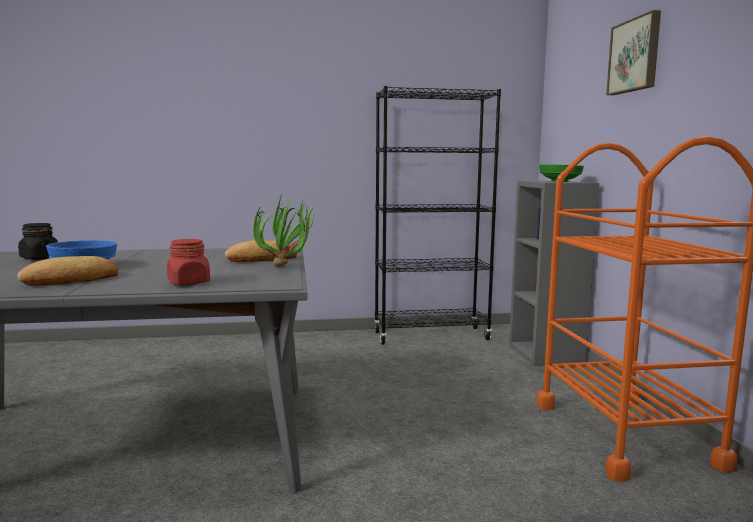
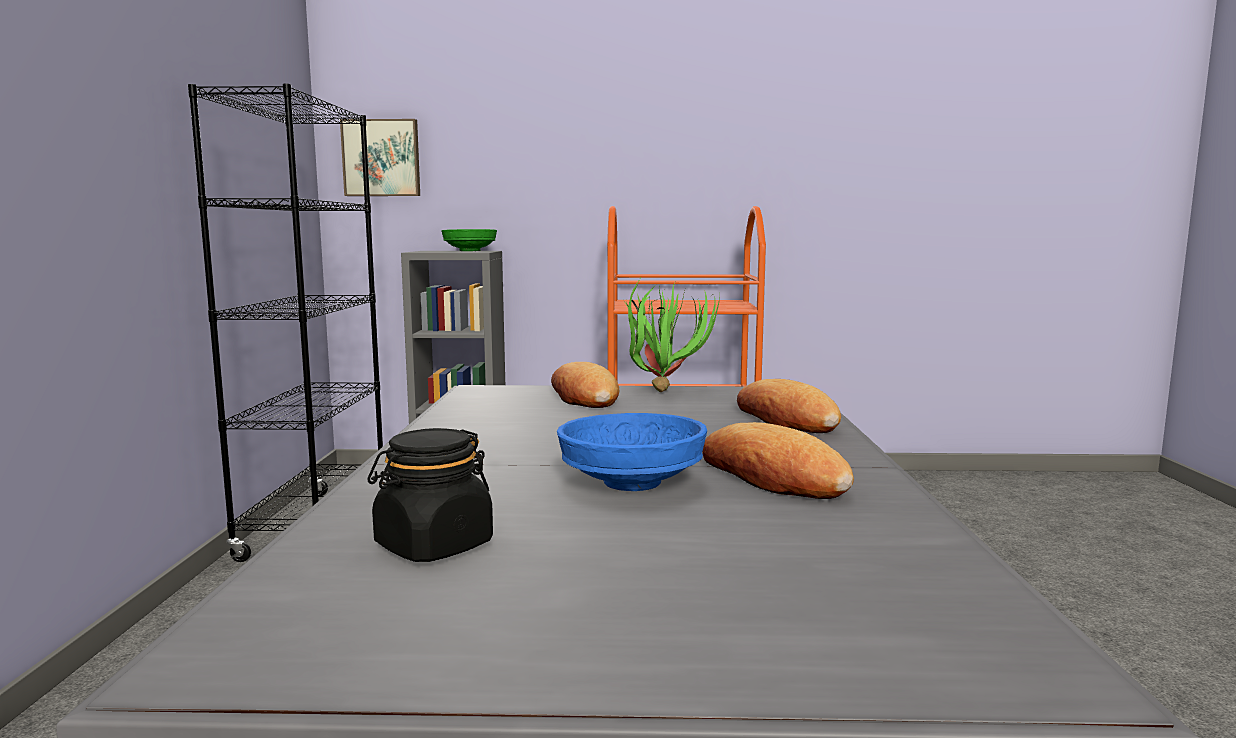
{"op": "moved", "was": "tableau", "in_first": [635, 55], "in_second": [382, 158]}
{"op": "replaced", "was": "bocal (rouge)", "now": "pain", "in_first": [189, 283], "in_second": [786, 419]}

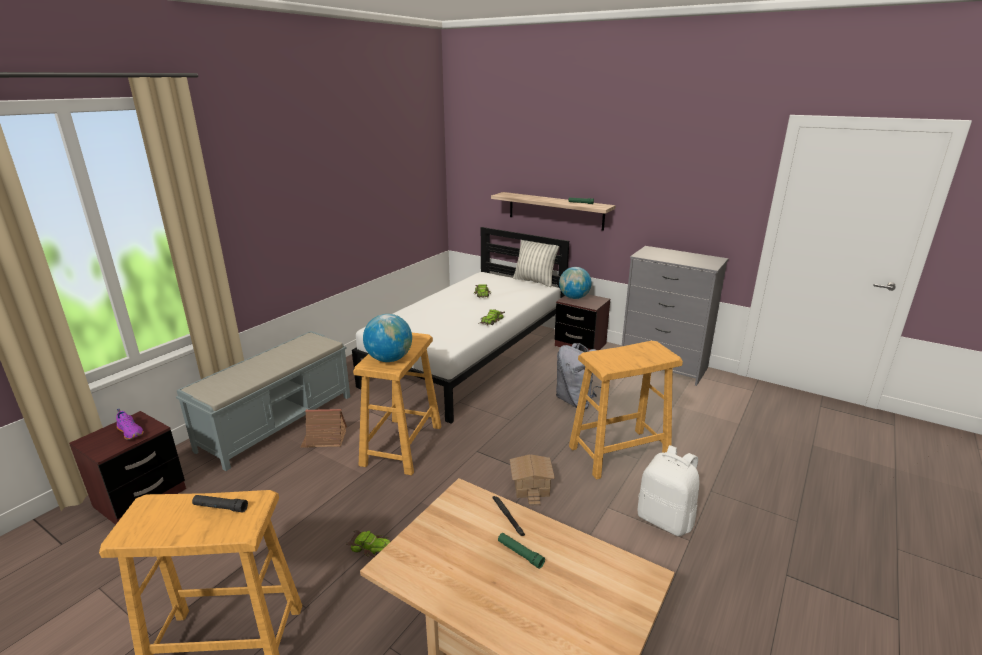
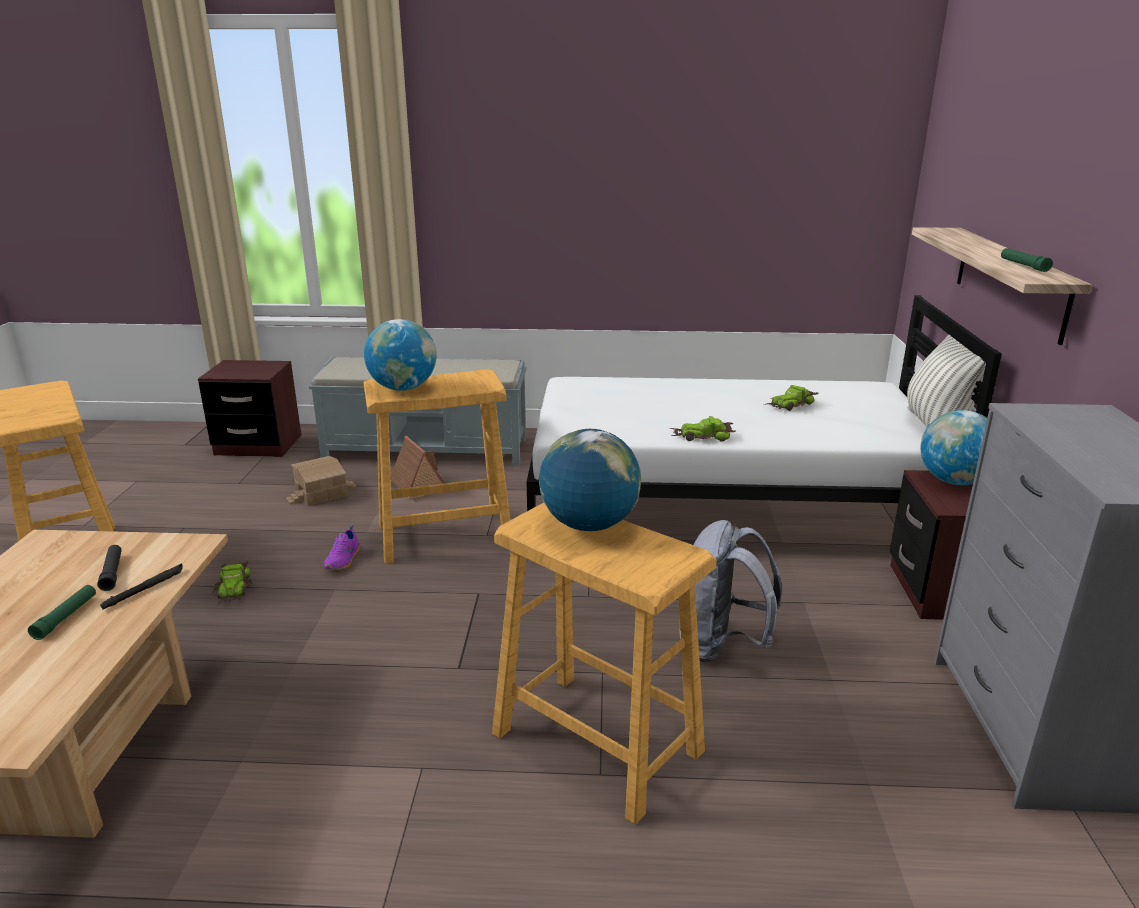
{"op": "moved", "was": "chaussure (violet)", "in_first": [131, 432], "in_second": [343, 560]}
{"op": "removed", "was": "sac à dos (blanc)", "in_first": [665, 519]}
{"op": "moved", "was": "maison miniature", "in_first": [532, 486], "in_second": [322, 493]}
{"op": "moved", "was": "lampe de poche (noir)", "in_first": [220, 507], "in_second": [112, 573]}
{"op": "added", "now": "globe", "in_second": [589, 525]}

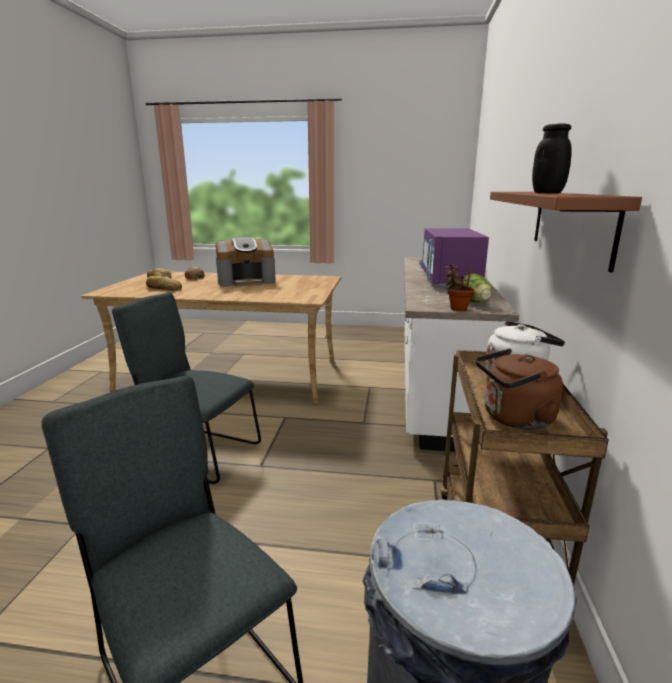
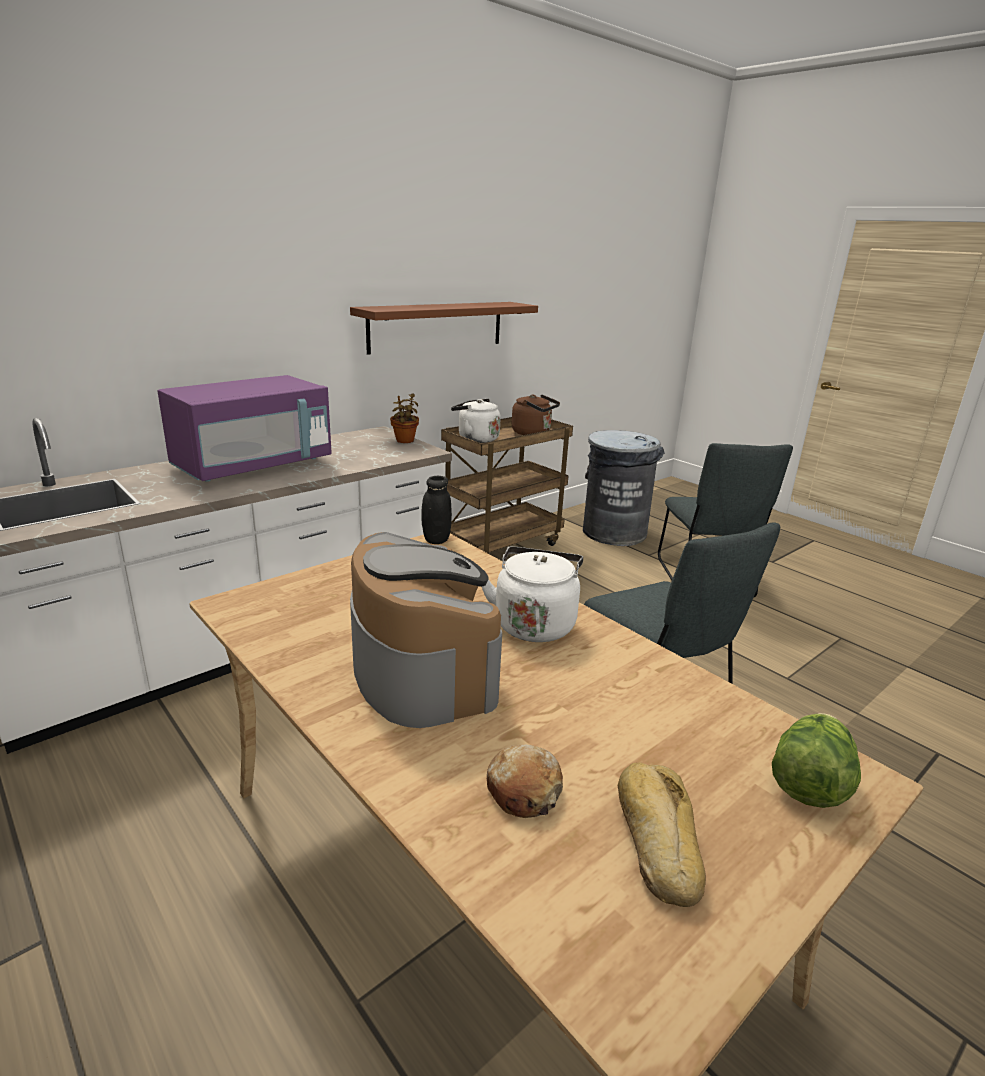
{"op": "moved", "was": "bocal (noir)", "in_first": [547, 193], "in_second": [436, 539]}
{"op": "turned", "was": "machine à café", "in_first": [246, 281], "in_second": [421, 670], "clockwise": 45}
{"op": "moved", "was": "laitue", "in_first": [475, 303], "in_second": [808, 782]}
{"op": "removed", "was": "pain", "in_first": [163, 288]}
{"op": "added", "now": "bouilloire (blanc)", "in_second": [534, 623]}

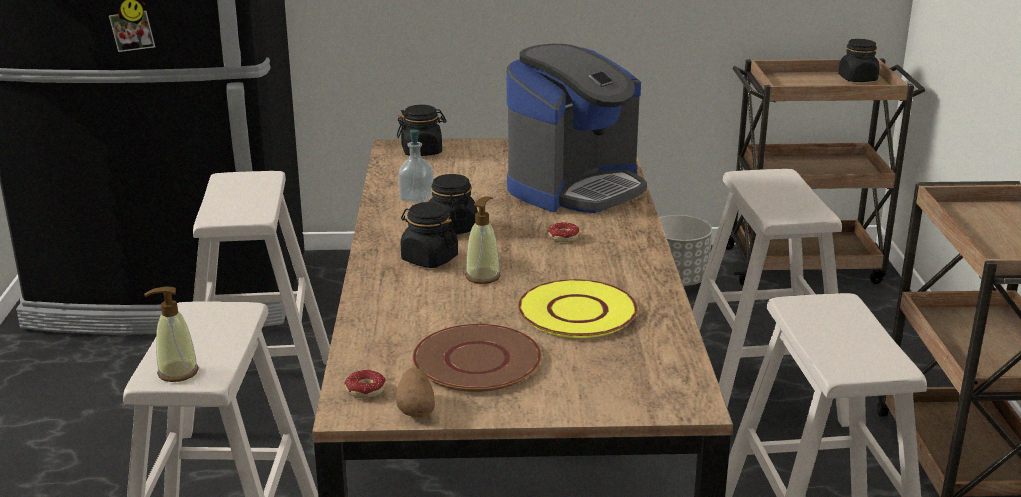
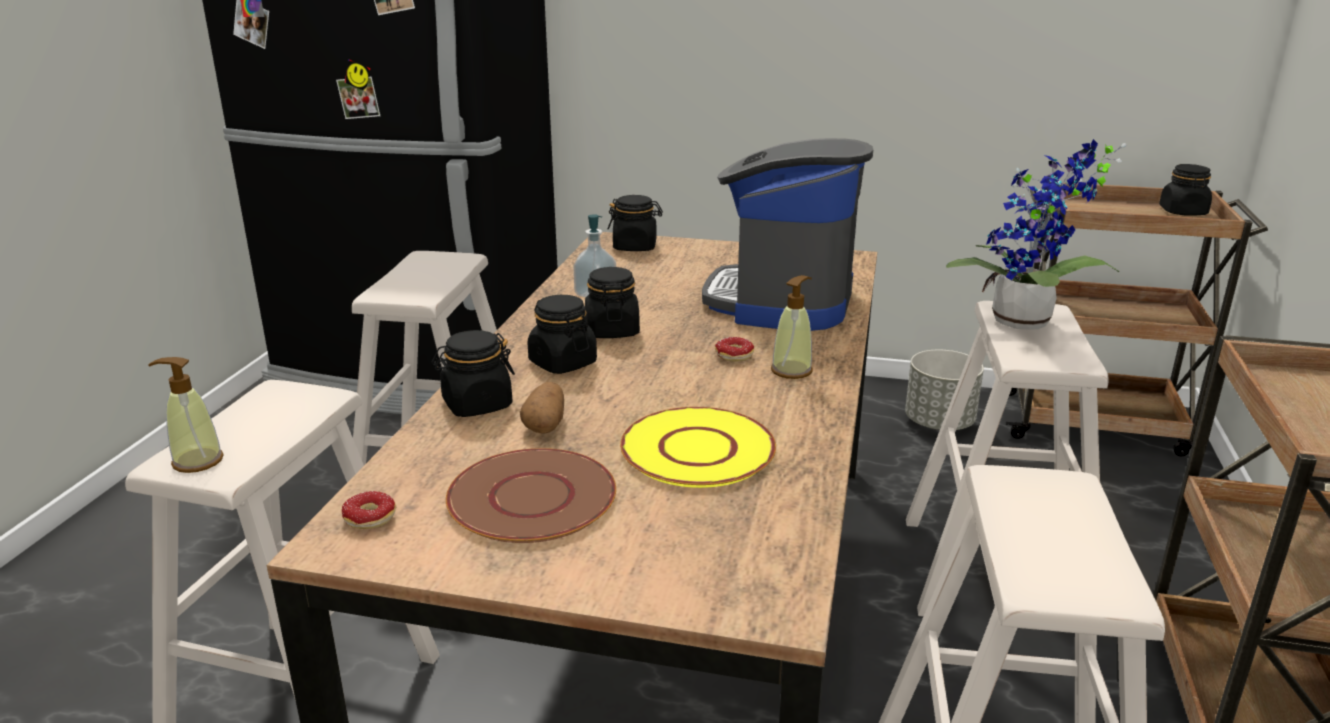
{"op": "turned", "was": "machine à café", "in_first": [576, 188], "in_second": [782, 301], "clockwise": 135}
{"op": "moved", "was": "distributeur de savon", "in_first": [483, 276], "in_second": [791, 370]}
{"op": "moved", "was": "pomme de terre", "in_first": [416, 408], "in_second": [546, 425]}
{"op": "added", "now": "plante en pot", "in_second": [1025, 324]}
{"op": "added", "now": "bocal (noir)", "in_second": [476, 404]}

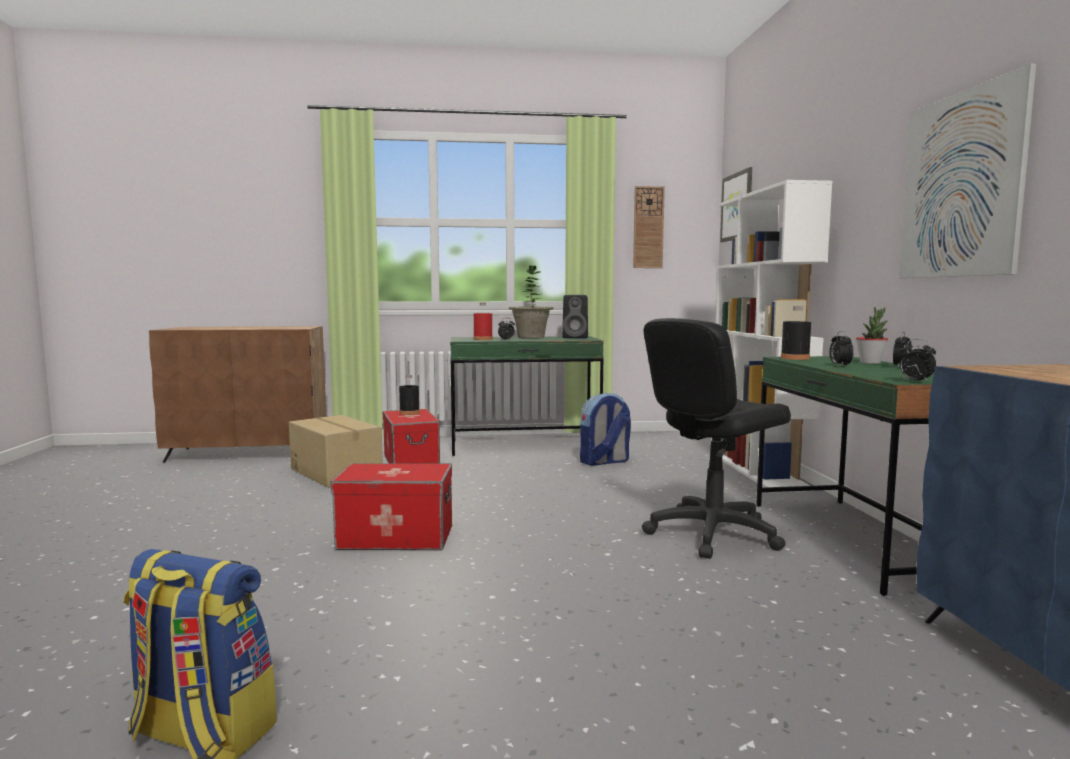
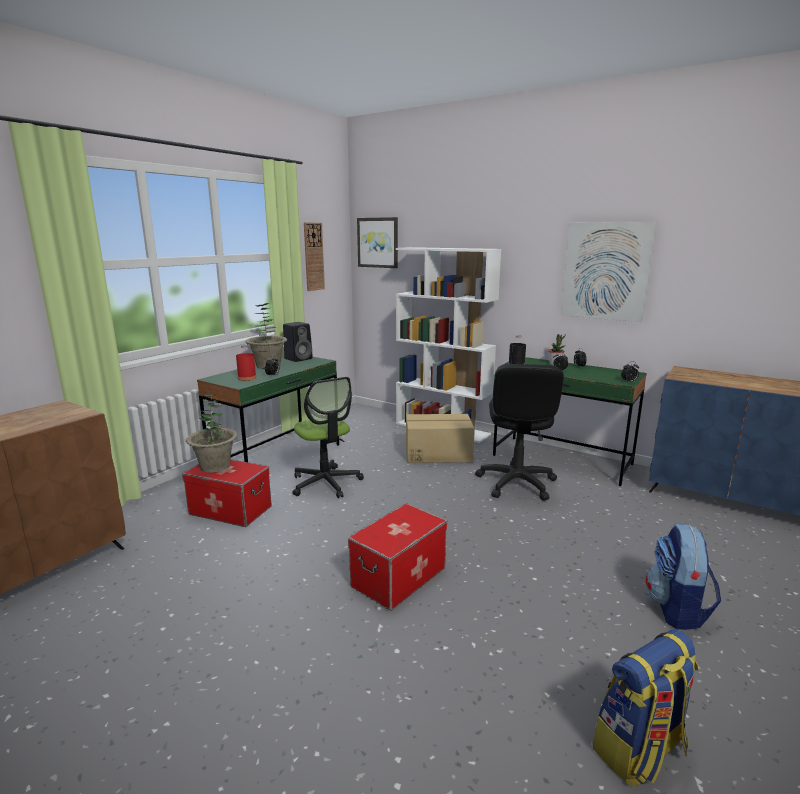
{"op": "replaced", "was": "bouteille (noir)", "now": "plante en pot", "in_first": [409, 413], "in_second": [215, 466]}
{"op": "moved", "was": "sac à dos", "in_first": [604, 462], "in_second": [677, 609]}
{"op": "moved", "was": "carton", "in_first": [337, 472], "in_second": [437, 453]}
{"op": "added", "now": "chaise de bureau", "in_second": [326, 483]}

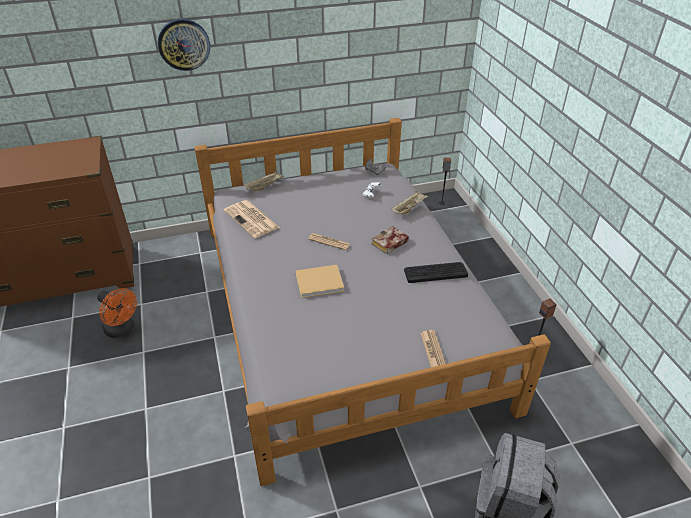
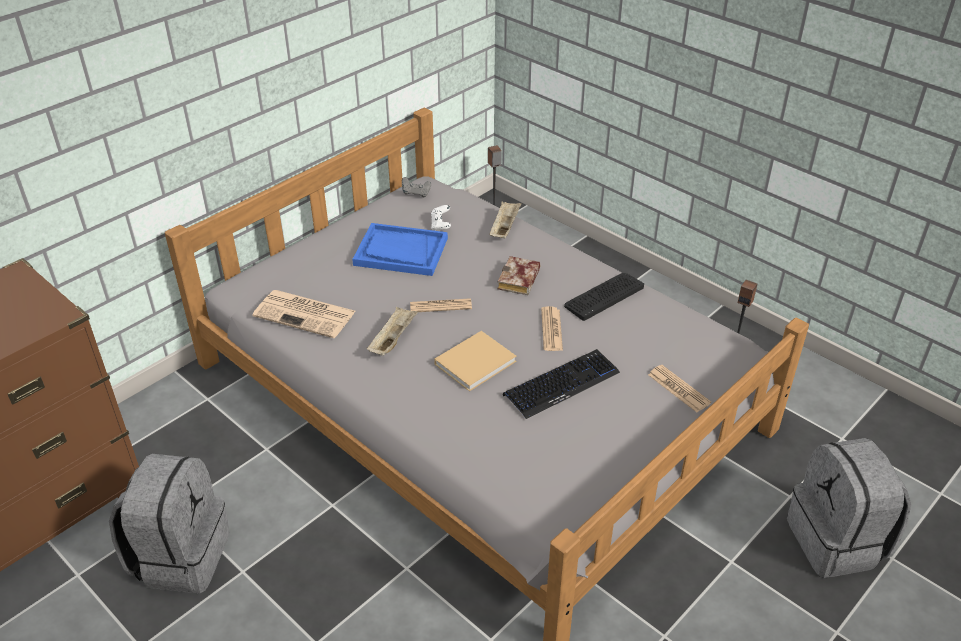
{"op": "removed", "was": "horloge murale", "in_first": [184, 44]}
{"op": "moved", "was": "plateau (beige)", "in_first": [264, 186], "in_second": [393, 339]}
{"op": "replaced", "was": "ventilateur (orange)", "now": "sac à dos (gris)", "in_first": [122, 330], "in_second": [181, 556]}
{"op": "added", "now": "plateau (bleu)", "in_second": [400, 252]}
{"op": "added", "now": "journal", "in_second": [551, 329]}
{"op": "added", "now": "clavier", "in_second": [561, 384]}

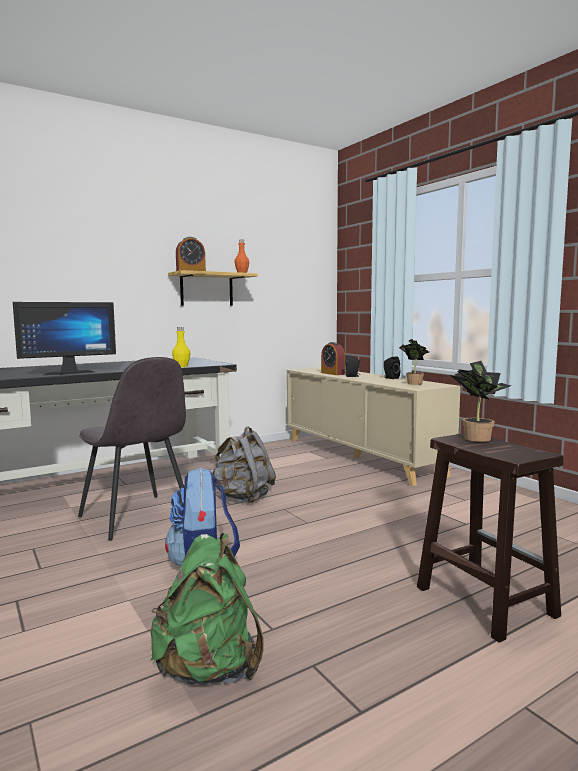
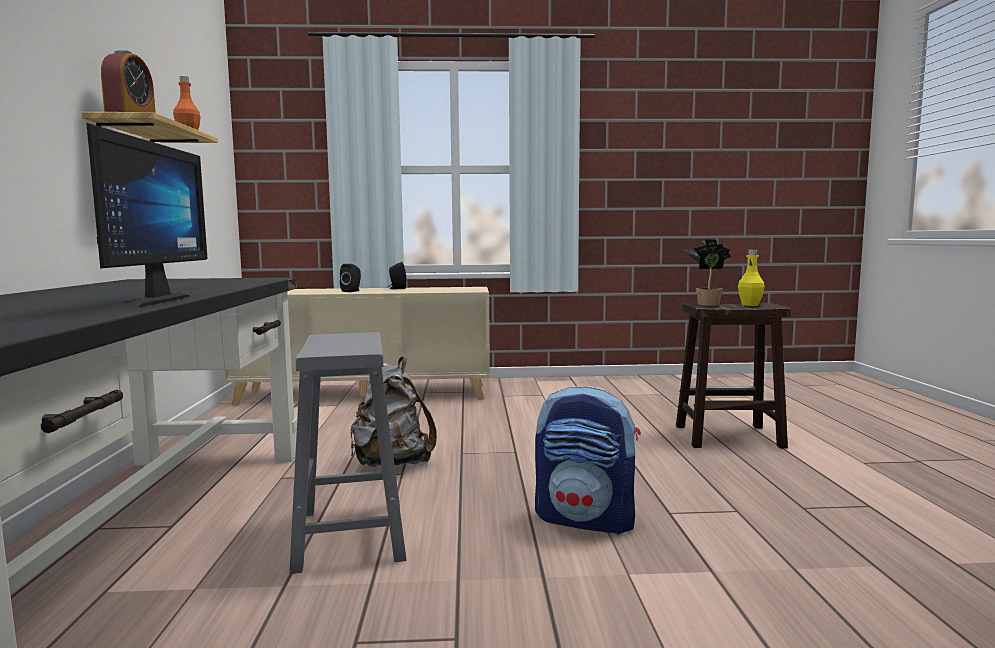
{"op": "moved", "was": "bouteille (jaune)", "in_first": [181, 366], "in_second": [750, 305]}
{"op": "removed", "was": "plante en pot", "in_first": [412, 383]}
{"op": "removed", "was": "réveil", "in_first": [332, 373]}
{"op": "replaced", "was": "chaise (gris)", "now": "tabouret (gris)", "in_first": [136, 517], "in_second": [351, 535]}
{"op": "removed", "was": "sac à dos (vert)", "in_first": [209, 669]}

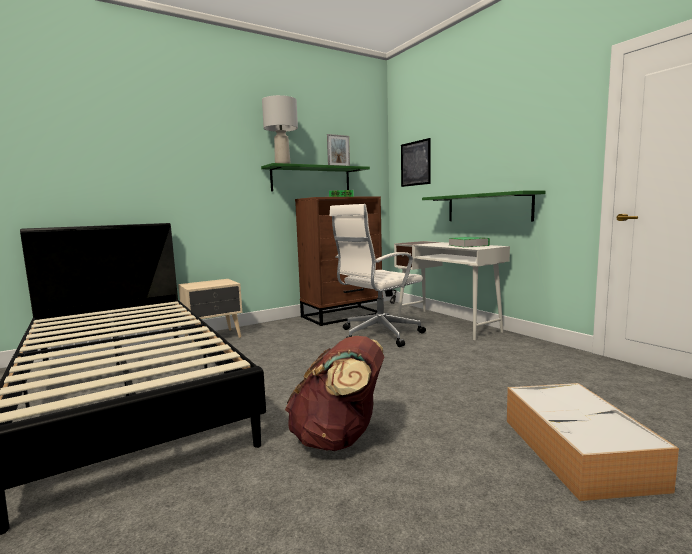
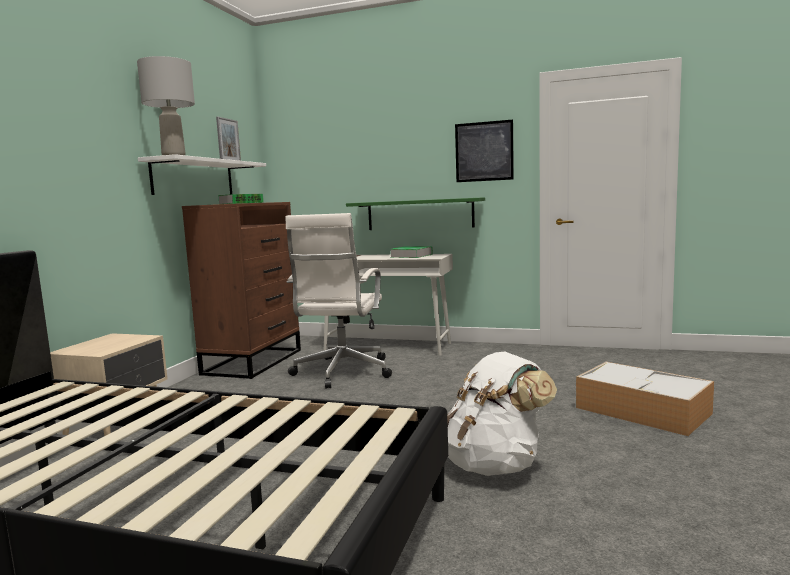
{"op": "moved", "was": "tableau", "in_first": [415, 163], "in_second": [484, 151]}
{"op": "recoloured", "was": "étagère (vert)", "now": "étagère (blanc)", "in_first": [311, 179], "in_second": [194, 178]}
{"op": "recoloured", "was": "sac à dos (marron)", "now": "sac à dos (blanc)", "in_first": [339, 439], "in_second": [494, 465]}

